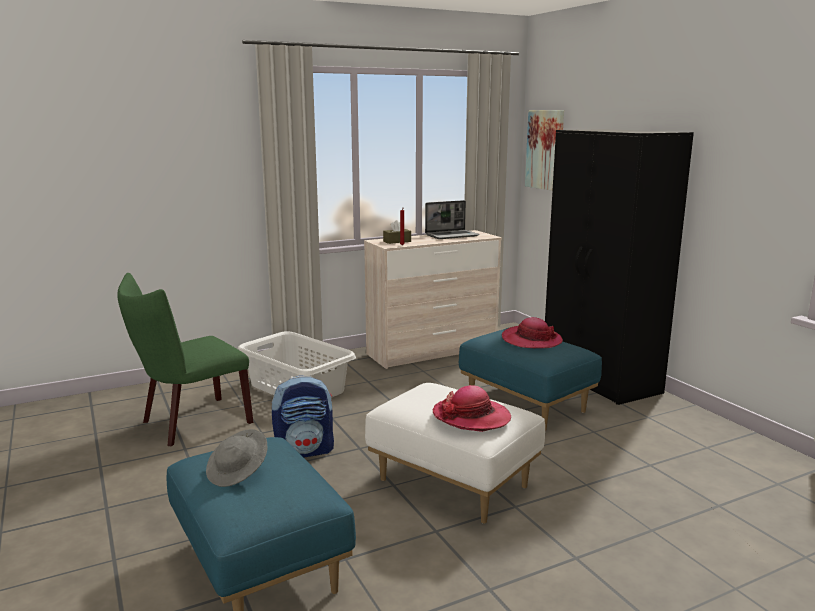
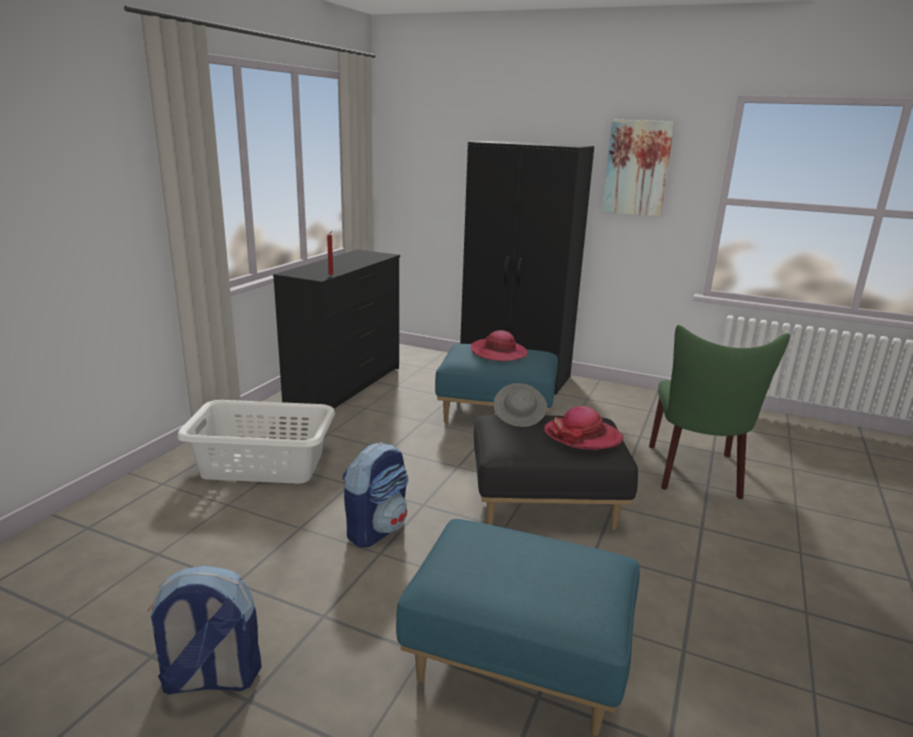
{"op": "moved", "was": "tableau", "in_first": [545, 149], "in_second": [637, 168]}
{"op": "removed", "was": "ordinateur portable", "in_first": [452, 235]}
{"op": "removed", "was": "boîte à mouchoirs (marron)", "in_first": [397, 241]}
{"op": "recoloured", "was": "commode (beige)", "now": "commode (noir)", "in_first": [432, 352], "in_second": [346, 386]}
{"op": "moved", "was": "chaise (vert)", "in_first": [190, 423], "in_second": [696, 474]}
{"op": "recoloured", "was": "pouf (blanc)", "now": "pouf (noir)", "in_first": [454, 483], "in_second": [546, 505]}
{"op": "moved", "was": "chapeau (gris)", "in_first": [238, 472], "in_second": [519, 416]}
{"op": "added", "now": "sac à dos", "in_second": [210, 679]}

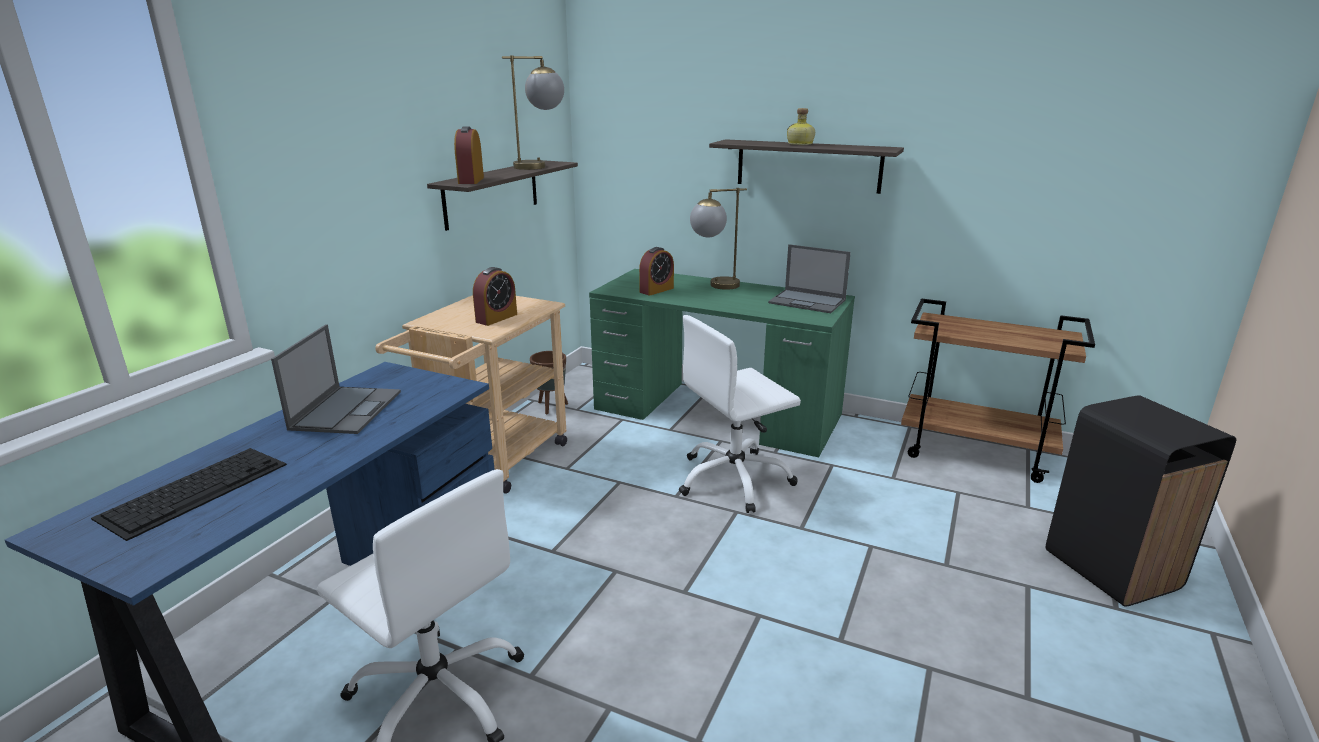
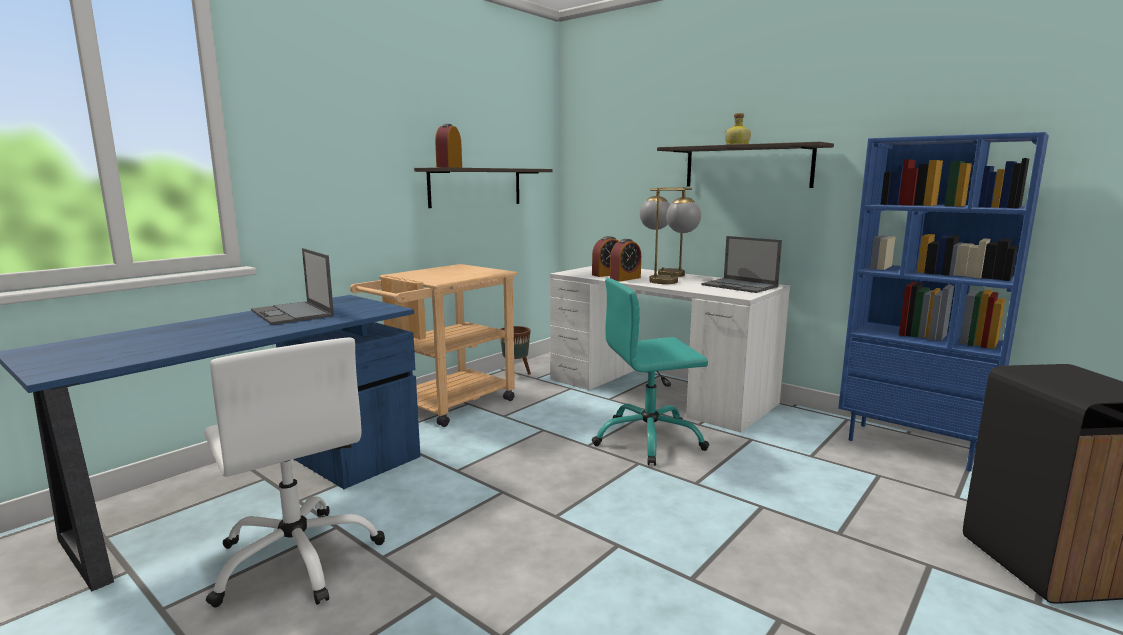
{"op": "moved", "was": "lampe de table", "in_first": [540, 166], "in_second": [673, 281]}
{"op": "moved", "was": "réveil", "in_first": [496, 318], "in_second": [625, 278]}
{"op": "recoloured", "was": "bureau (vert)", "now": "bureau (blanc)", "in_first": [717, 412], "in_second": [658, 391]}
{"op": "replaced", "was": "chariot (marron)", "now": "bibliothèque (bleu)", "in_first": [976, 452], "in_second": [913, 446]}
{"op": "recoloured", "was": "chaise de bureau (blanc)", "now": "chaise de bureau (turquoise)", "in_first": [734, 480], "in_second": [649, 440]}
{"op": "turned", "was": "ordinateur portable", "in_first": [347, 409], "in_second": [293, 313], "clockwise": 120}
{"op": "removed", "was": "clavier", "in_first": [196, 489]}

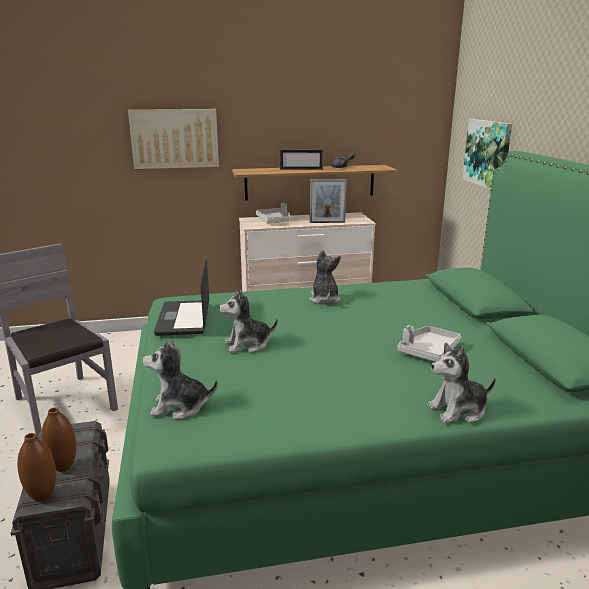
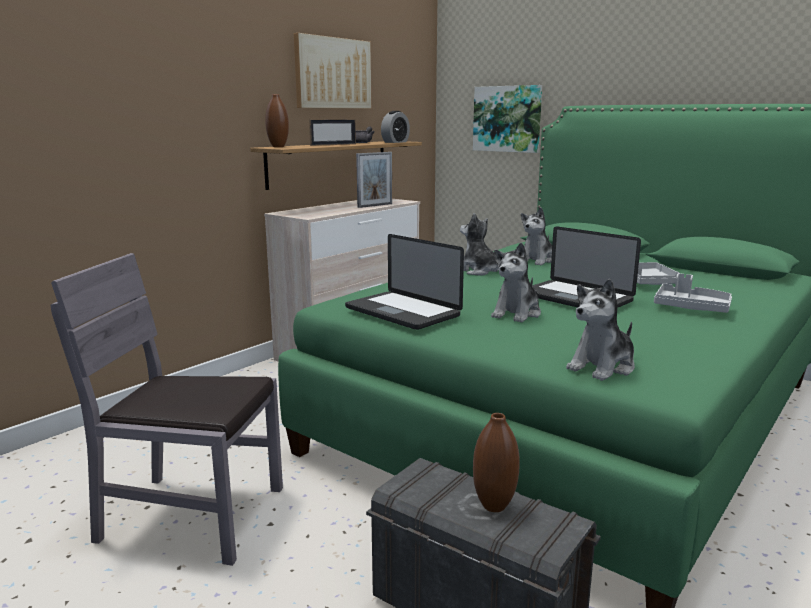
{"op": "moved", "was": "tableau", "in_first": [175, 138], "in_second": [332, 73]}
{"op": "moved", "was": "plateau (gris)", "in_first": [274, 221], "in_second": [691, 308]}
{"op": "moved", "was": "peluche", "in_first": [458, 410], "in_second": [537, 261]}
{"op": "moved", "was": "vase (marron)", "in_first": [42, 496], "in_second": [278, 147]}
{"op": "added", "now": "réveil", "in_second": [395, 142]}
{"op": "added", "now": "ordinateur portable", "in_second": [575, 298]}

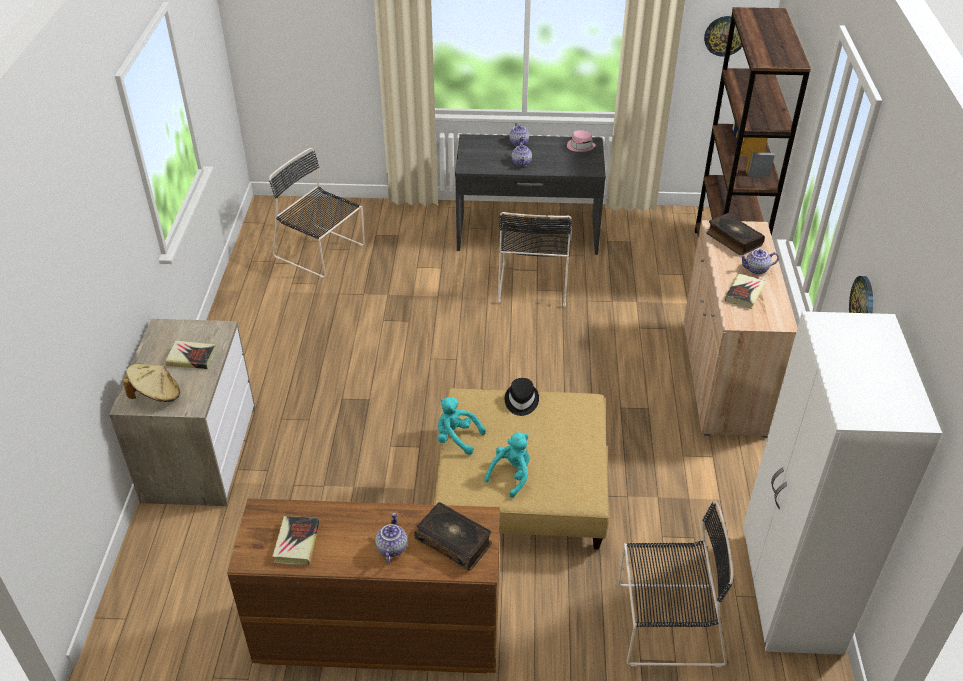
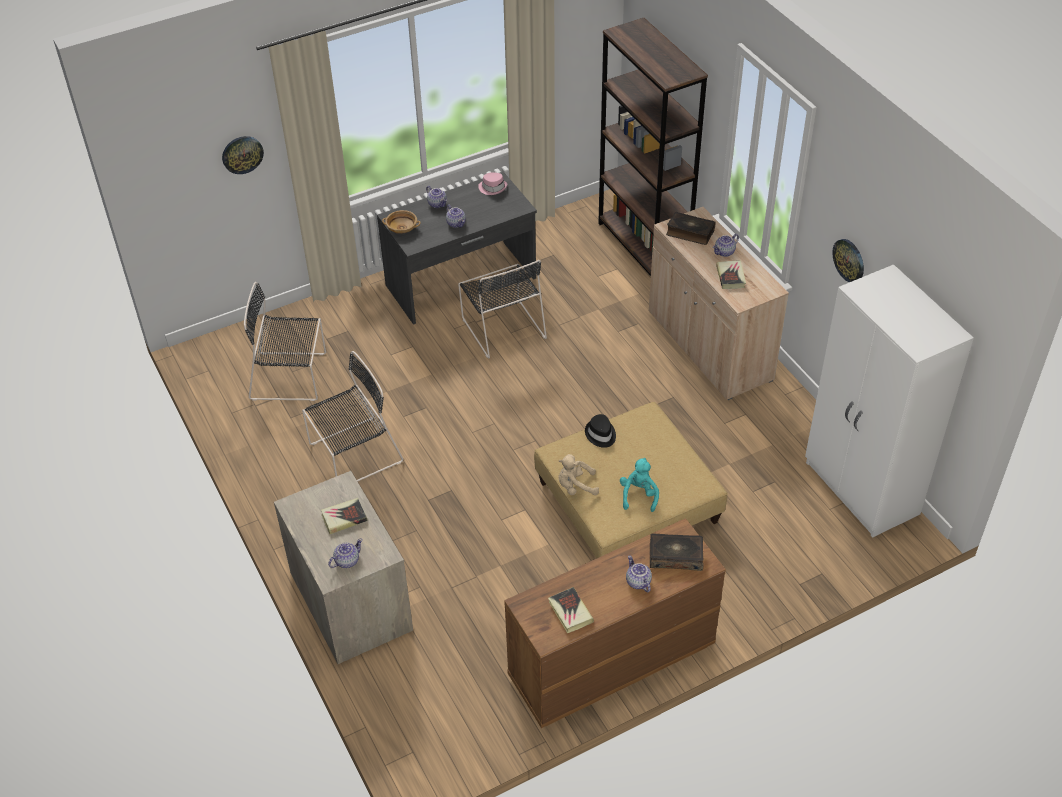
{"op": "moved", "was": "horloge murale", "in_first": [725, 35], "in_second": [242, 154]}
{"op": "replaced", "was": "chapeau (beige)", "now": "théière", "in_first": [156, 395], "in_second": [346, 561]}
{"op": "recoloured", "was": "peluche (turquoise)", "now": "peluche (beige)", "in_first": [456, 438], "in_second": [575, 486]}
{"op": "moved", "was": "chaise (noir)", "in_first": [665, 624], "in_second": [353, 454]}
{"op": "added", "now": "bol (beige)", "in_second": [402, 228]}

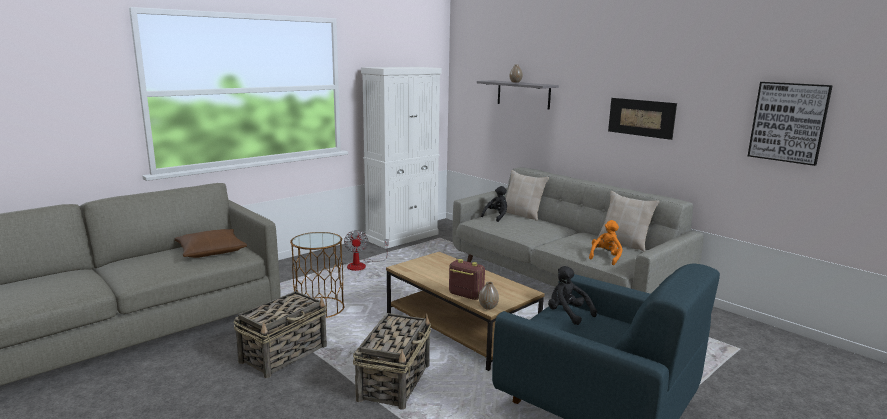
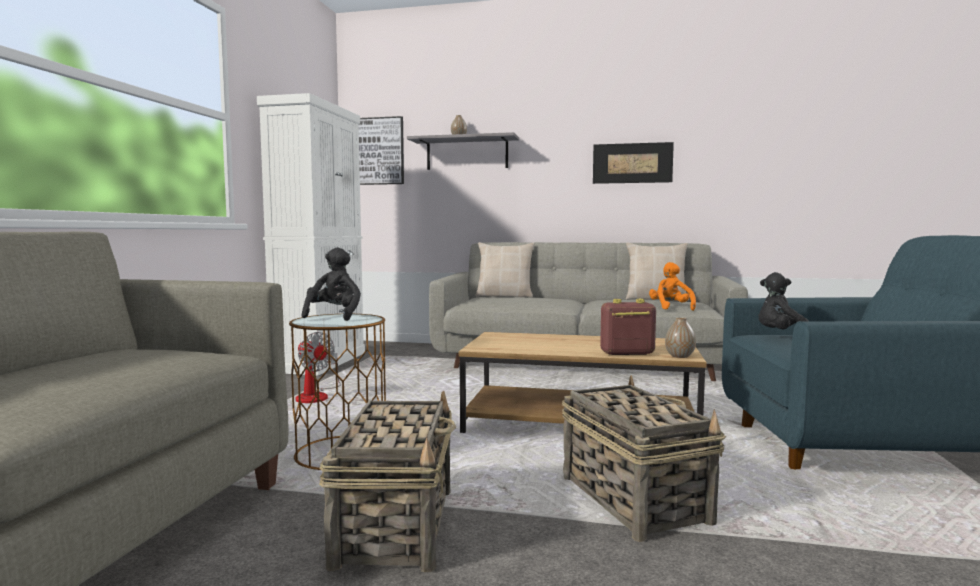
{"op": "moved", "was": "tableau", "in_first": [788, 122], "in_second": [378, 151]}
{"op": "moved", "was": "peluche (noir)", "in_first": [496, 217], "in_second": [334, 316]}
{"op": "removed", "was": "coussin (marron)", "in_first": [210, 250]}

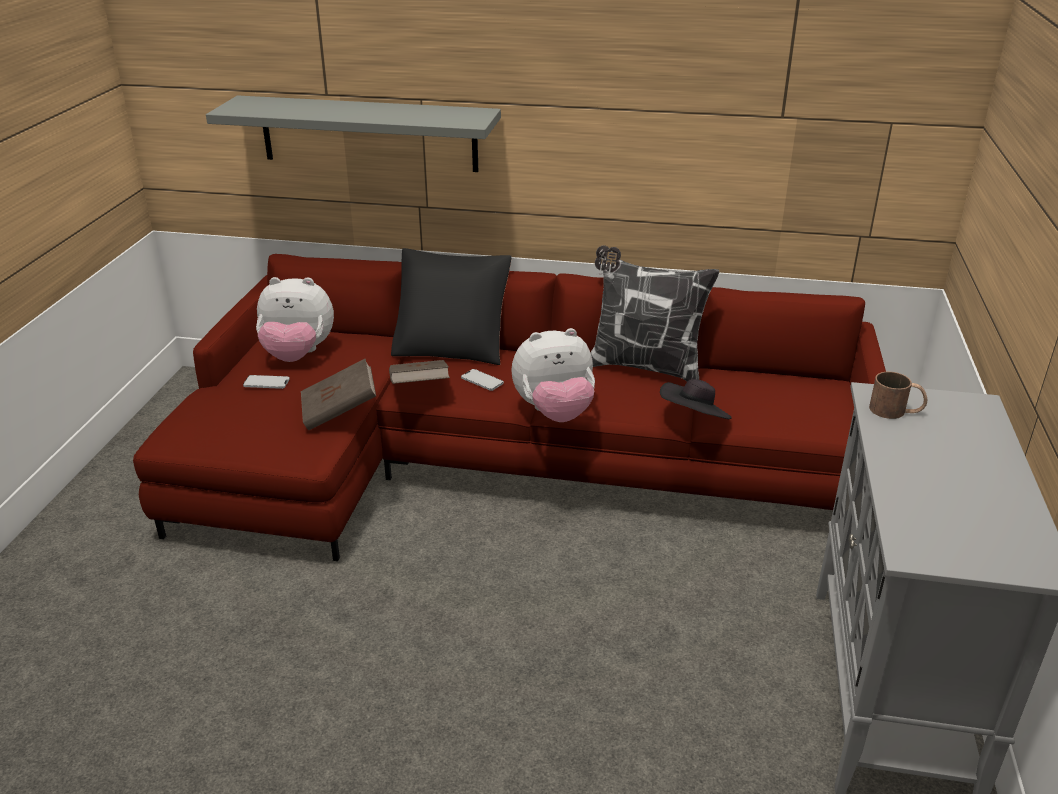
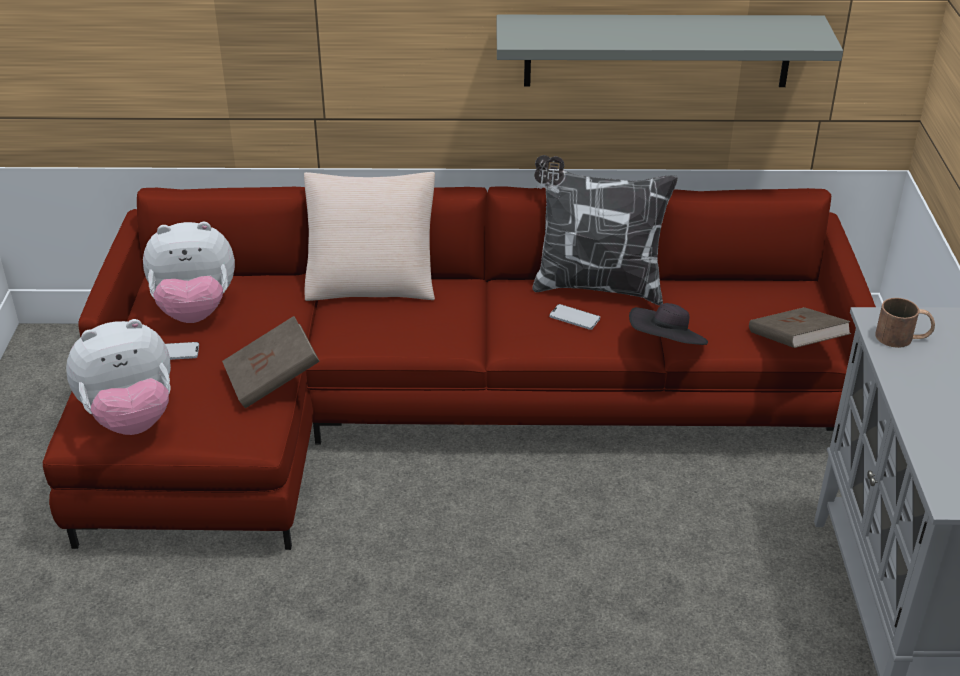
{"op": "moved", "was": "étagère (gris)", "in_first": [368, 133], "in_second": [657, 50]}
{"op": "recoloured", "was": "coussin (noir)", "now": "coussin (beige)", "in_first": [452, 345], "in_second": [372, 280]}
{"op": "moved", "was": "peluche", "in_first": [554, 413], "in_second": [131, 418]}
{"op": "moved", "was": "livre (marron)", "in_first": [419, 388], "in_second": [795, 345]}
{"op": "moved", "was": "téléphone", "in_first": [482, 381], "in_second": [574, 318]}

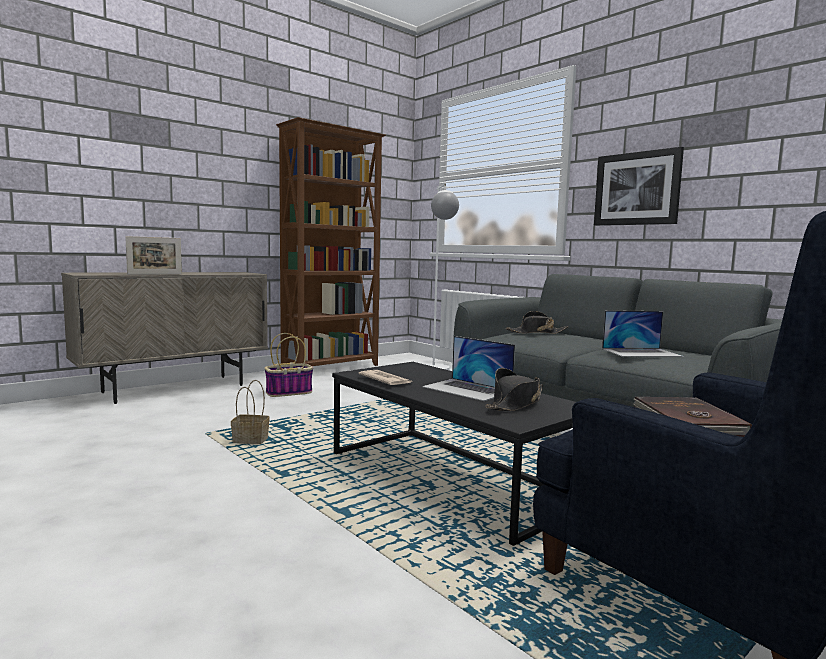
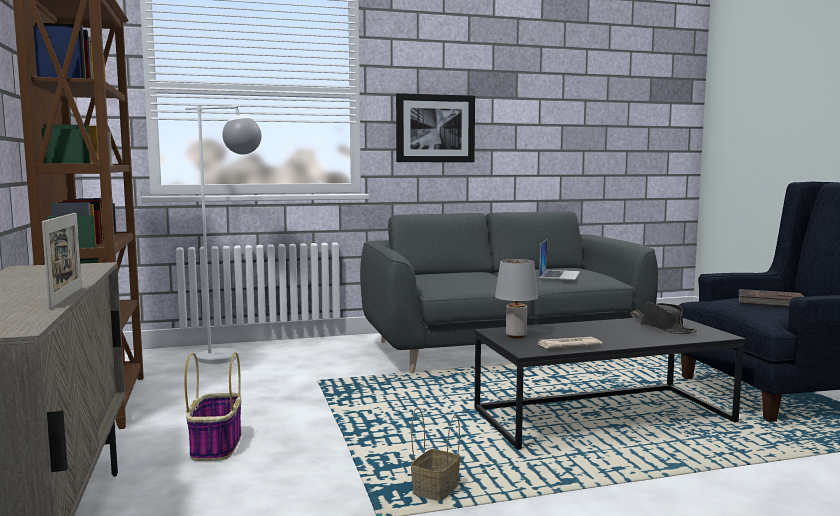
{"op": "removed", "was": "chapeau (noir)", "in_first": [536, 333]}
{"op": "removed", "was": "ordinateur portable", "in_first": [467, 389]}
{"op": "added", "now": "lampe de table (gris)", "in_second": [515, 336]}

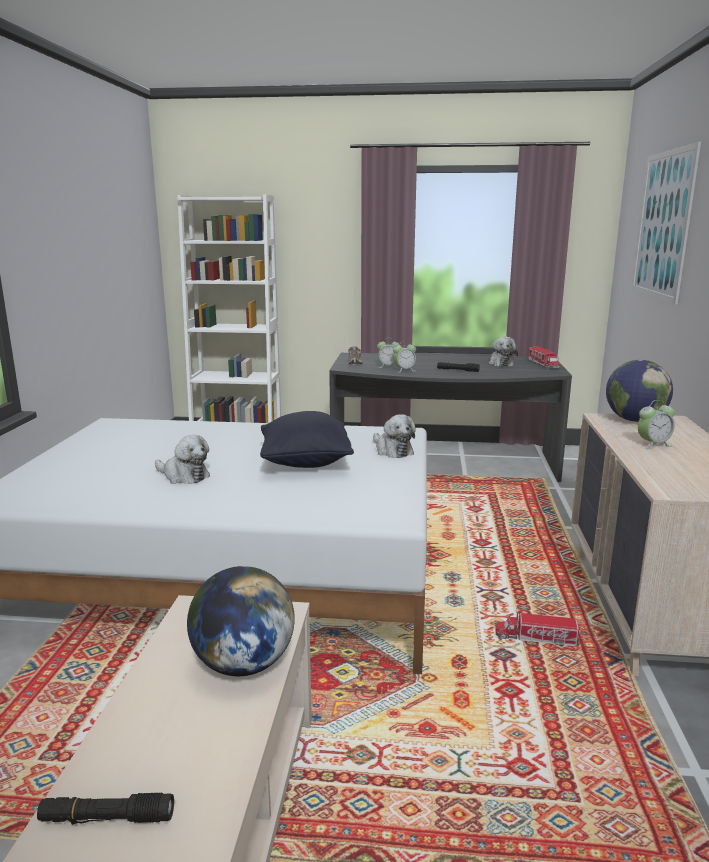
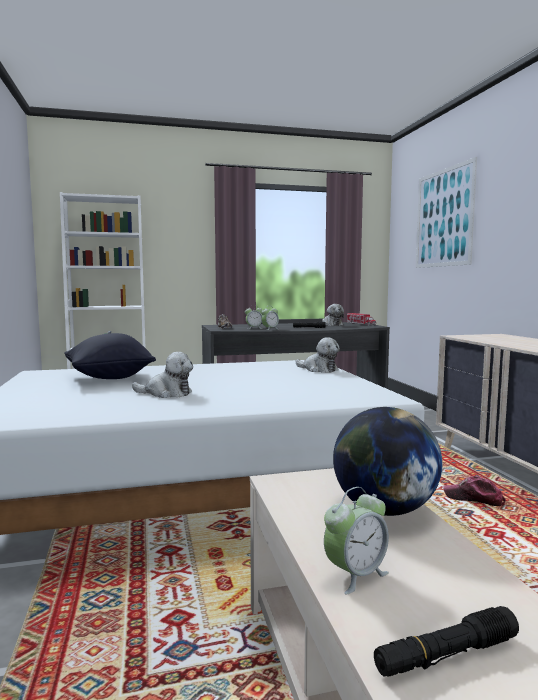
{"op": "removed", "was": "globe", "in_first": [634, 420]}
{"op": "moved", "was": "réveil", "in_first": [653, 445], "in_second": [355, 575]}
{"op": "moved", "was": "coussin (noir)", "in_first": [305, 463], "in_second": [109, 378]}
{"op": "replaced", "was": "camion jouet", "now": "casquette", "in_first": [536, 638], "in_second": [474, 498]}

